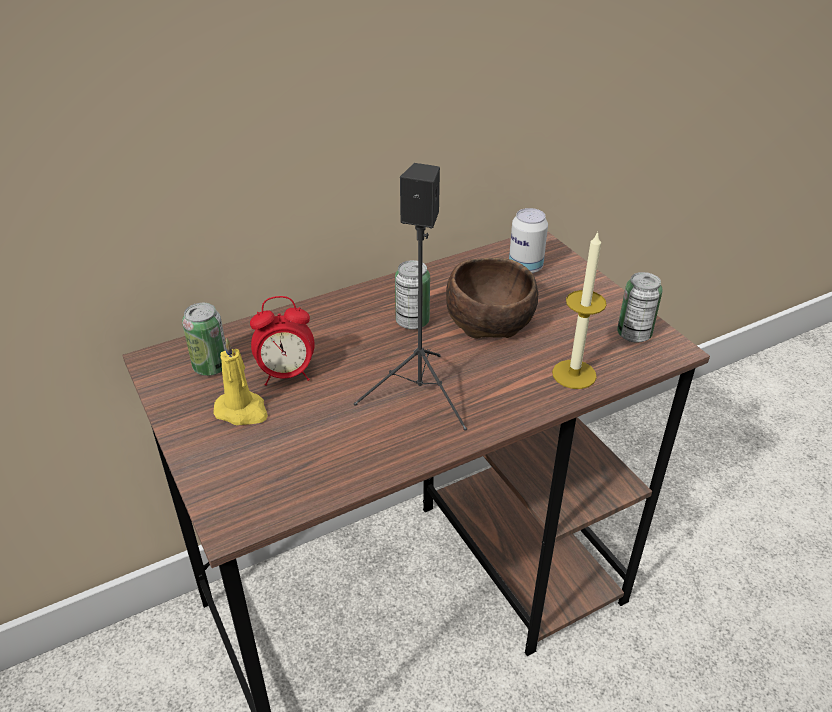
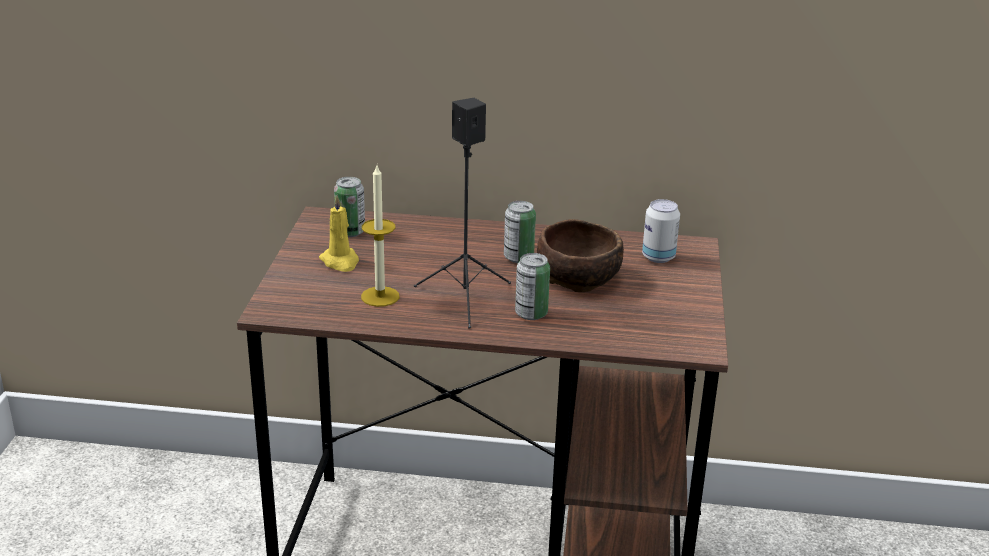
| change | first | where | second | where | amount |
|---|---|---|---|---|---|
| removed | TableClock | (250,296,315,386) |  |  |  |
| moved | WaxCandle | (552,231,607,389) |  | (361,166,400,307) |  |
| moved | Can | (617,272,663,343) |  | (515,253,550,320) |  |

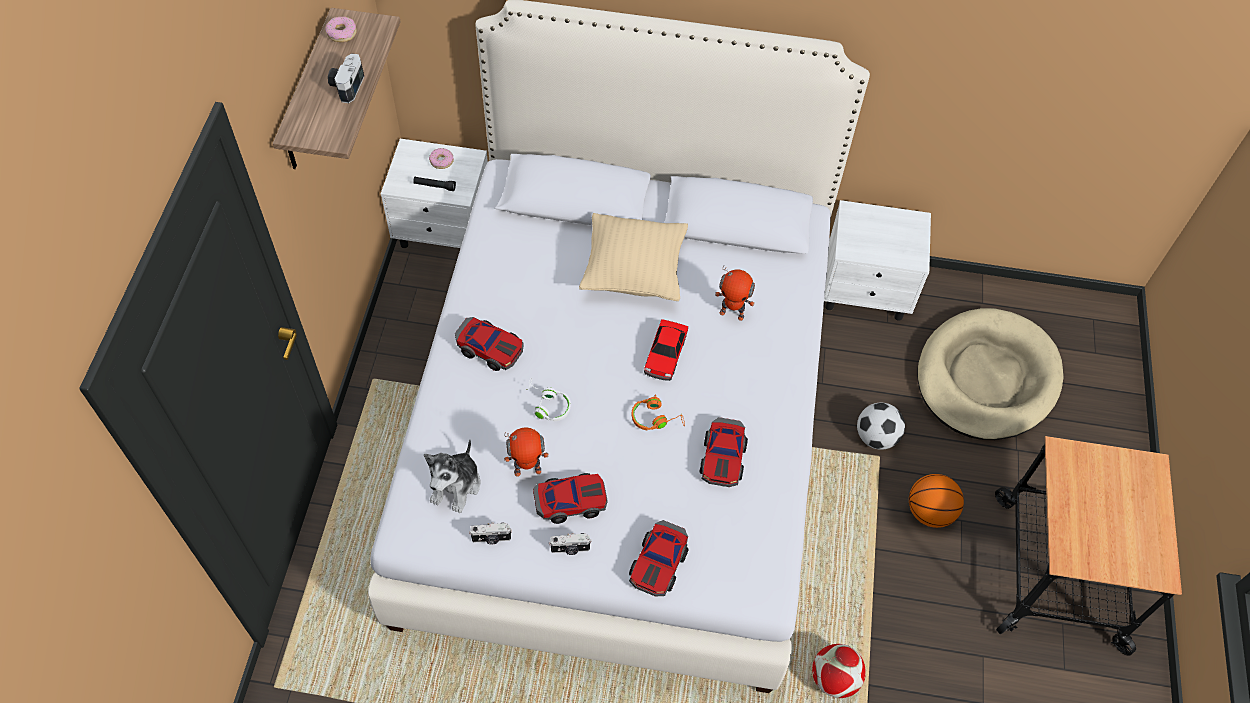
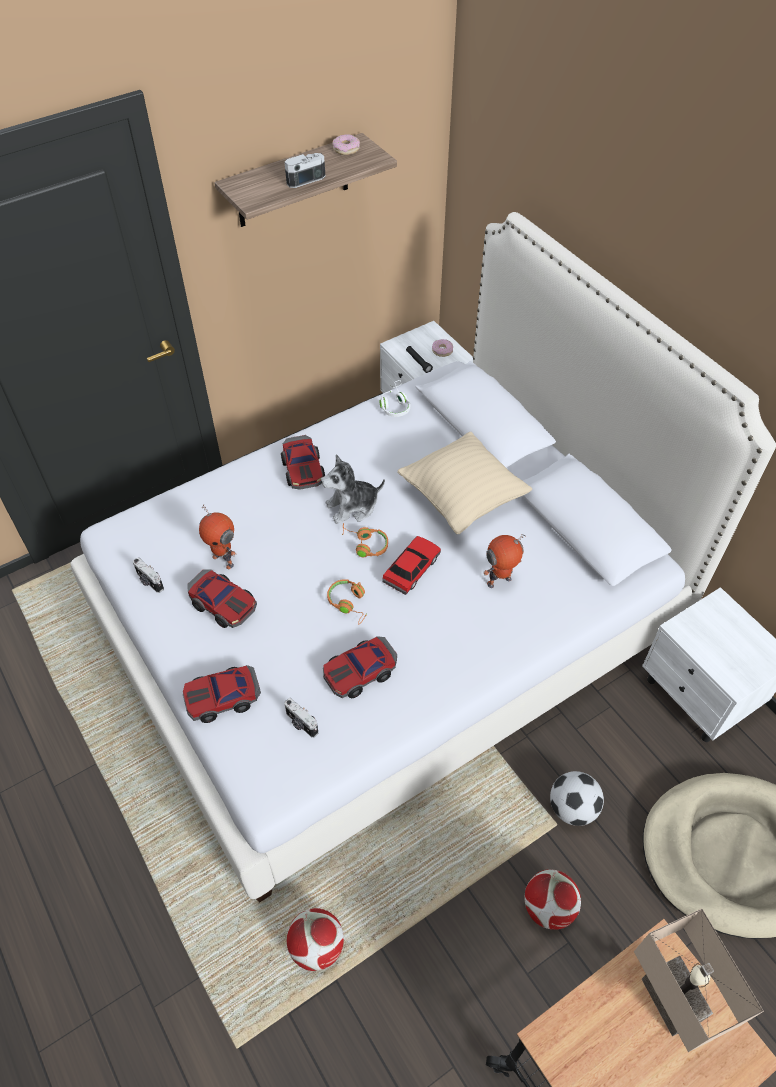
| change | first | where | second | where | amount |
|---|---|---|---|---|---|
| moved | SoftToy | (424,440,480,513) |  | (321,454,385,524) |  |
| moved | WhiteHeadset | (527,378,571,422) |  | (380,380,411,417) |  |
| moved | StillCamera | (549,533,592,555) |  | (284,698,318,738) |  |
| turned | MiniatureCar | (644,319,688,381) |  | (382,536,441,595) | 150 degrees clockwise |
| turned | RobotFigure | (715,265,755,321) |  | (483,534,526,588) | 90 degrees clockwise |
| replaced | BasketballBall | (909,474,964,528) | BallForFootball | (525,869,581,930) |  |
| added |  |  | OrangeHeadset | (342,523,388,557) |  |
| added |  |  | BeigeColouredLampForATable | (634,908,764,1052) |  |

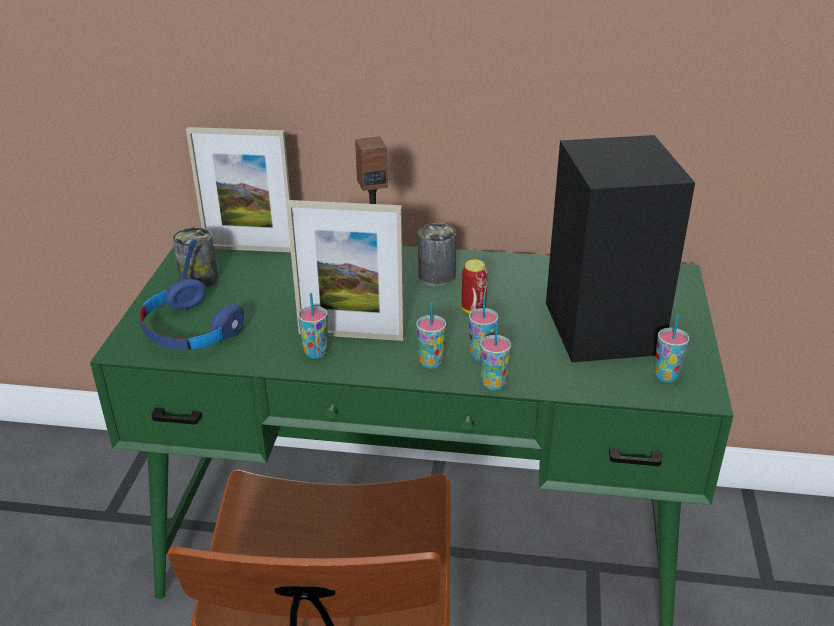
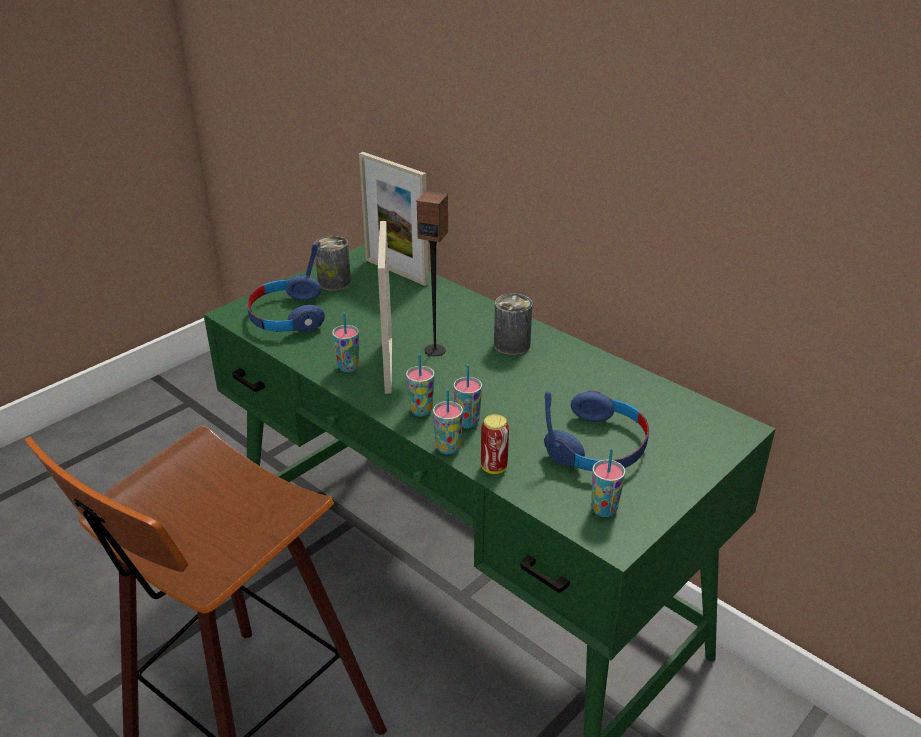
| change | first | where | second | where | amount |
|---|---|---|---|---|---|
| turned | PictureFrame | (286,200,404,341) |  | (378,221,392,394) | 135 degrees counterclockwise |
| moved | Can | (462,260,488,314) |  | (481,414,509,474) |  |
| replaced | BlackAudioSpeaker | (546,135,695,362) | BlueHeadset | (544,391,649,471) |  |

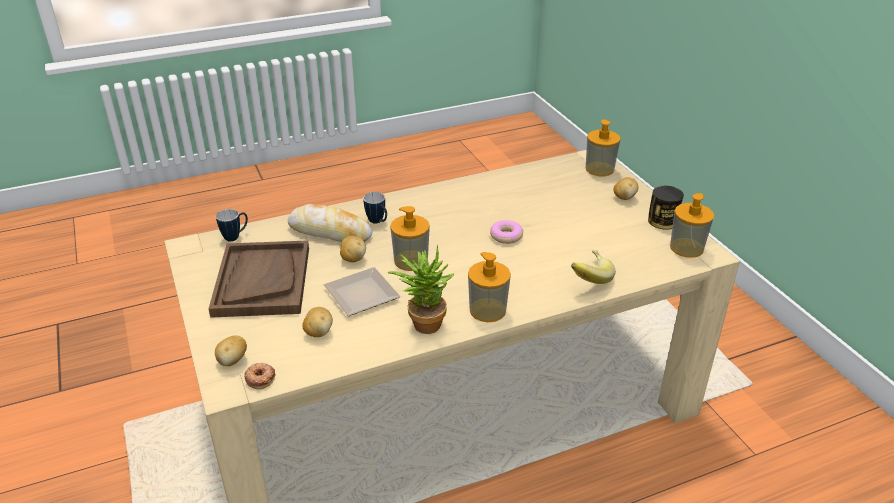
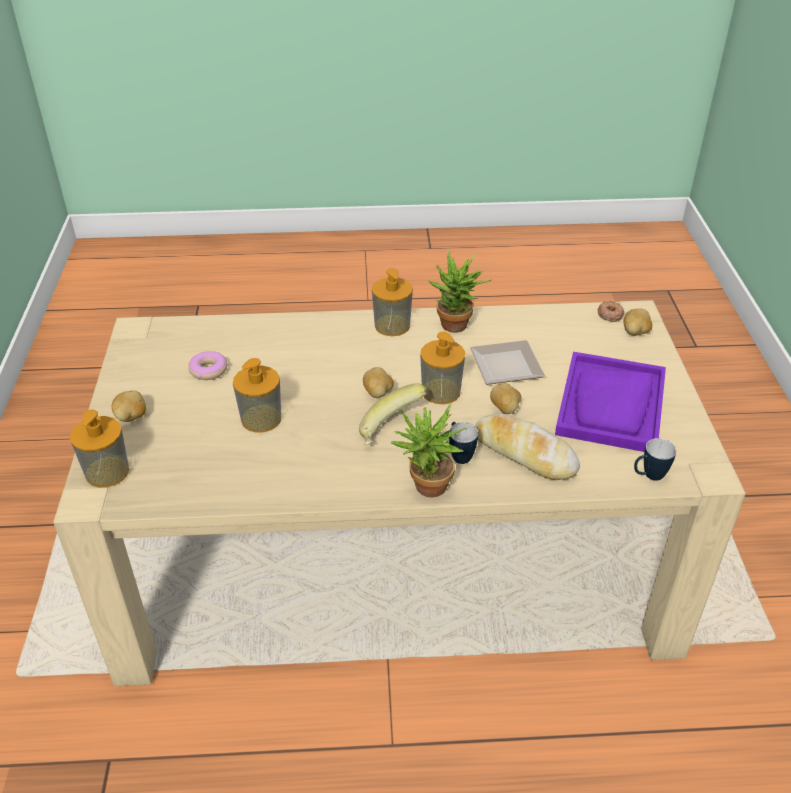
| change | first | where | second | where | amount |
|---|---|---|---|---|---|
| recoloured | BrownColouredServingTray | (208,240,309,318) | PurplishServingTray | (555,352,666,452) |  |
| moved | Spud | (302,307,333,337) |  | (363,367,394,398) |  |
| moved | Doughnut | (490,220,523,244) |  | (188,351,228,380) |  |
| moved | WholeBanana | (571,250,616,284) |  | (359,383,428,445) |  |
| removed | Can | (648,186,684,230) |  |  |  |
| moved | SoapDispenser | (670,193,714,258) |  | (233,358,281,433) |  |
| added |  |  | Houseplant | (390,404,469,497) |  |

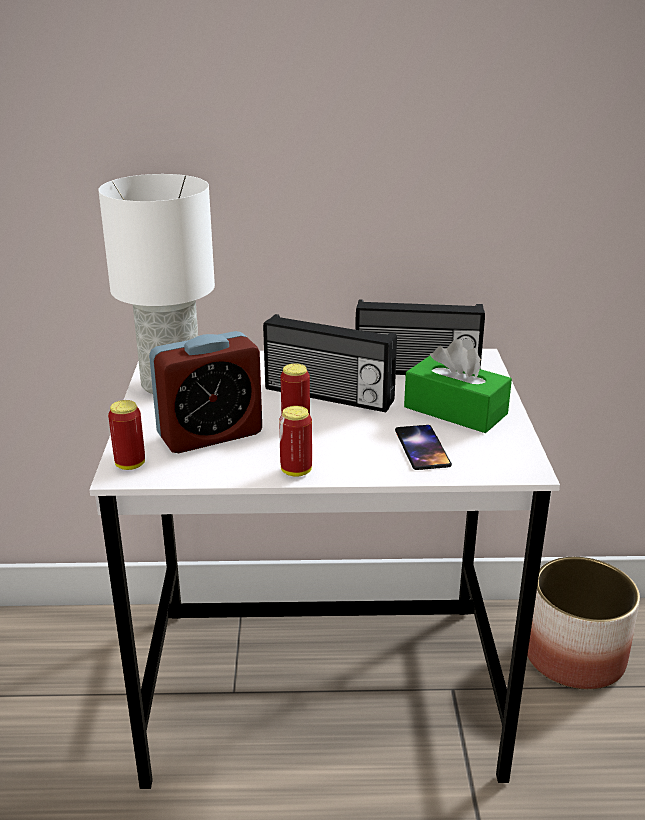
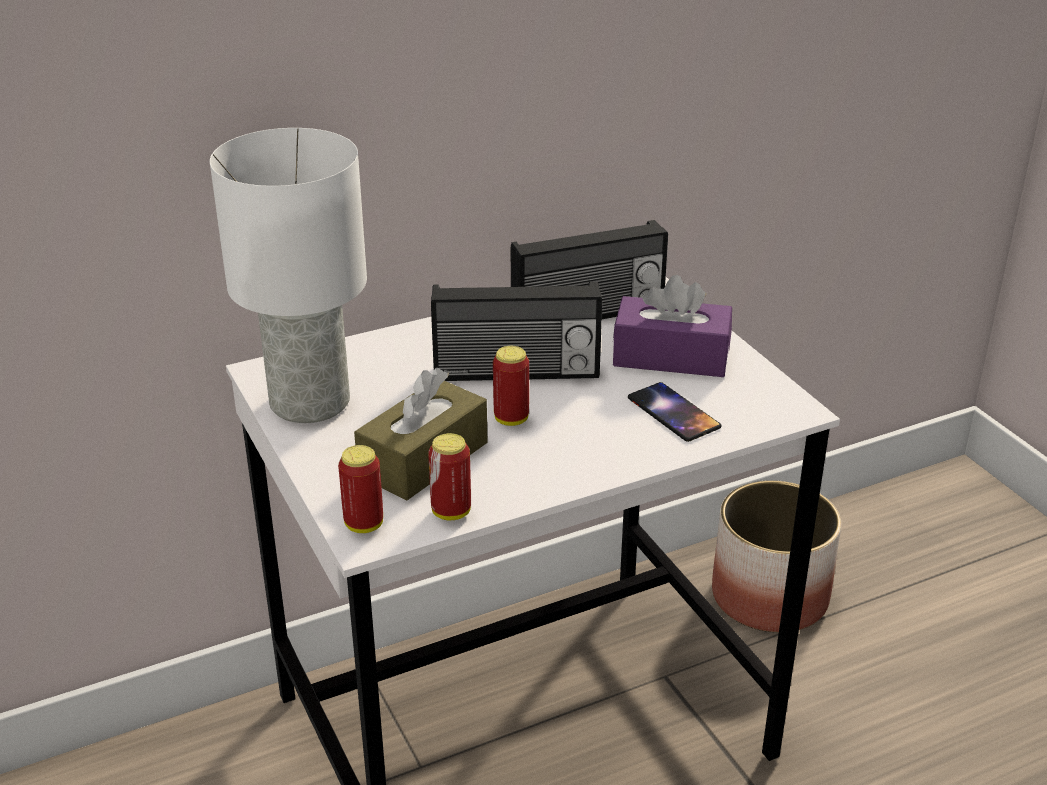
| change | first | where | second | where | amount |
|---|---|---|---|---|---|
| replaced | TableClock | (149,331,262,453) | BrownColouredTissueBox | (354,368,487,501) |  |
| moved | Can | (279,406,312,477) |  | (428,433,471,520) |  |
| recoloured | GreenTissueBox | (404,339,512,433) | PurplishTissueBox | (613,275,732,377) |  |

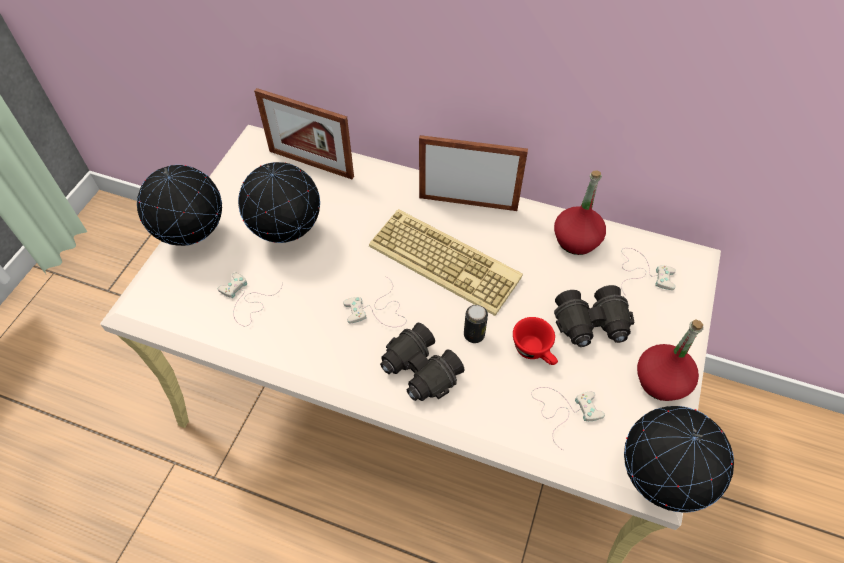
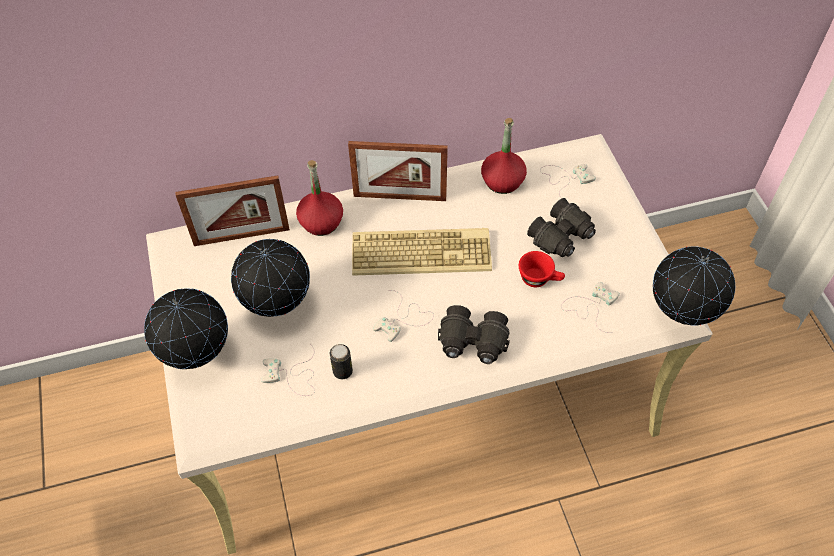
| change | first | where | second | where | amount |
|---|---|---|---|---|---|
| turned | PictureFrame | (419,135,528,211) |  | (348,141,448,201) | 150 degrees counterclockwise |
| moved | Can | (464,305,488,343) |  | (330,344,353,379) |  |
| moved | RedDrinkBottle | (637,320,704,401) |  | (296,160,343,236) |  |

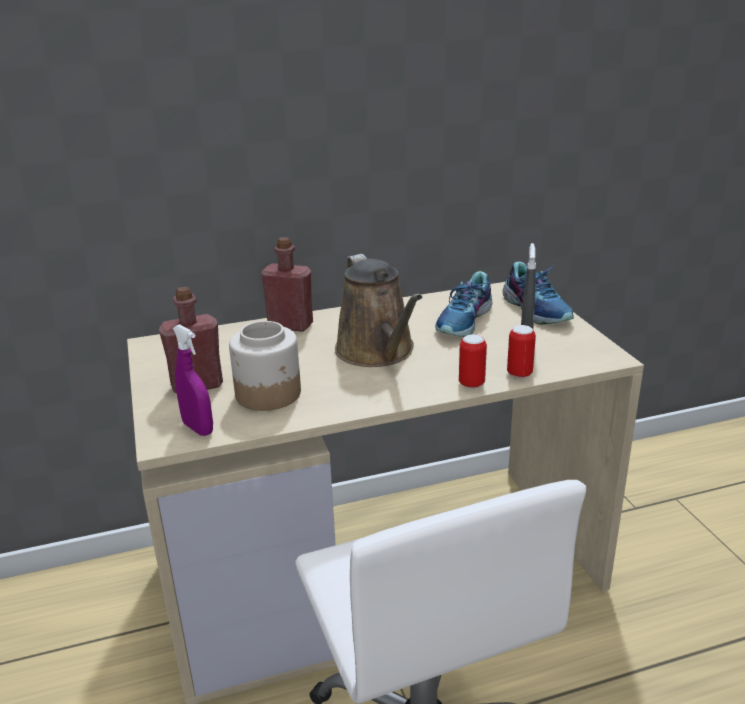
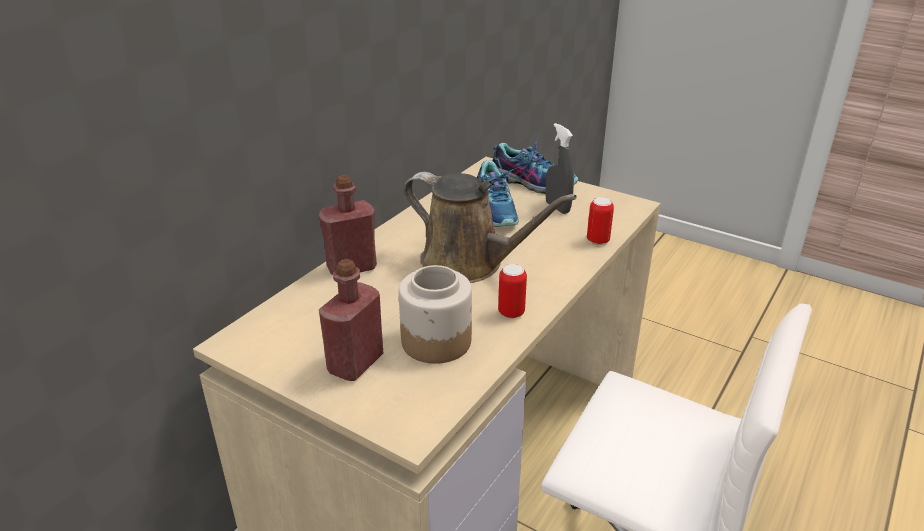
| change | first | where | second | where | amount |
|---|---|---|---|---|---|
| removed | PurplishSprayer | (172,324,213,436) |  |  |  |
| moved | Can | (459,334,487,388) |  | (498,264,527,318) |  |

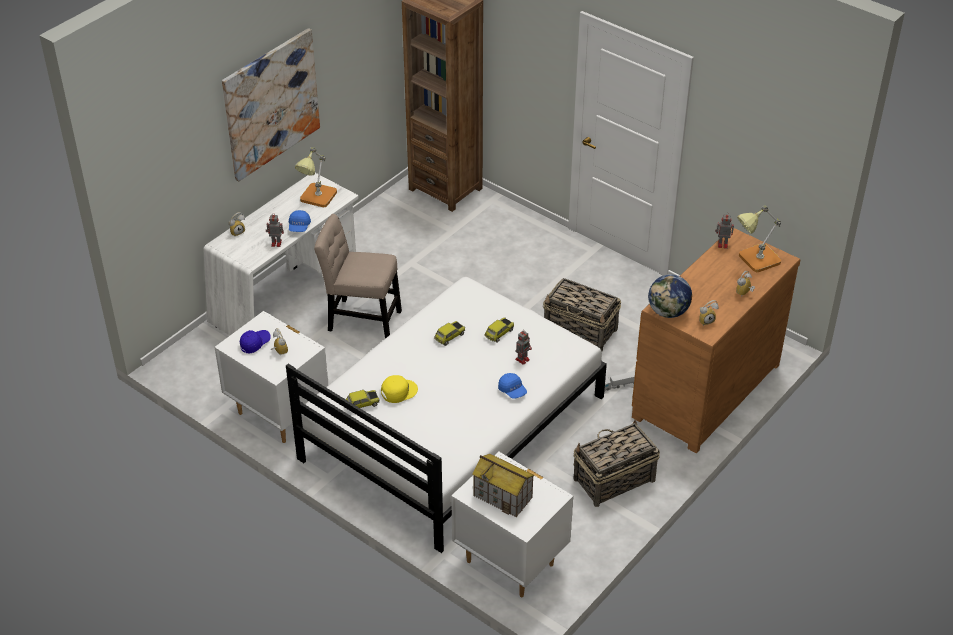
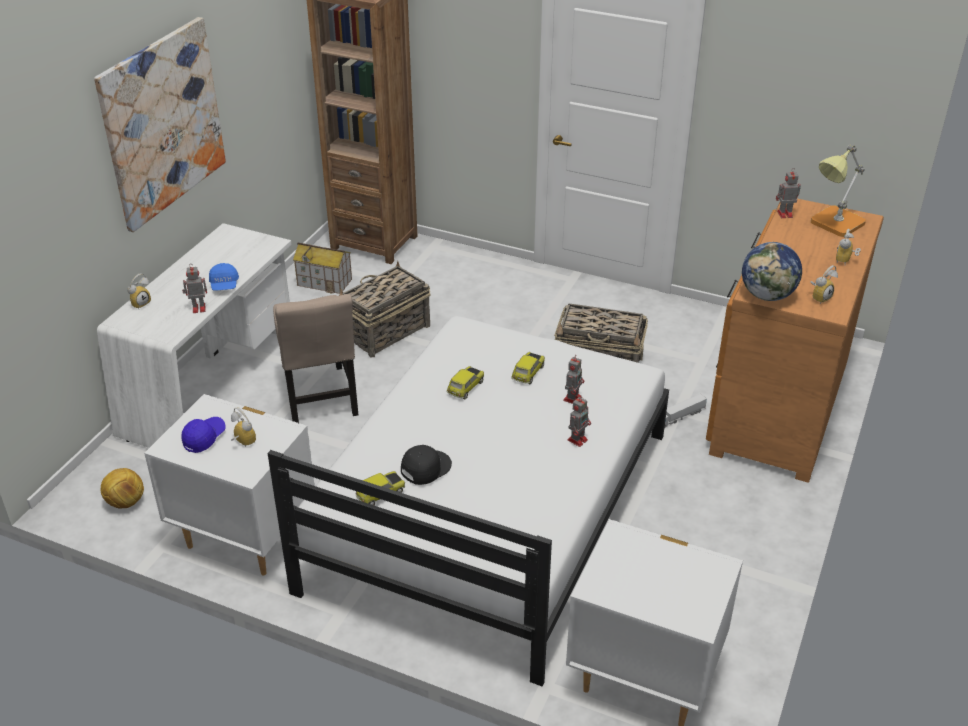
| change | first | where | second | where | amount |
|---|---|---|---|---|---|
| removed | LampForATable | (295,147,337,207) |  |  |  |
| turned | BeigeColouredUprightChair | (314,214,402,339) |  | (273,294,358,423) | 105 degrees counterclockwise |
| recoloured | YellowColouredCap | (381,375,418,403) | BlackCap | (401,445,452,485) |  |
| moved | ToyHouse | (472,454,534,517) |  | (293,242,352,294) |  |
| replaced | BlueCap | (498,373,527,399) | RobotFigure | (567,395,591,447) |  |
| moved | HouseholdBasket | (573,420,660,507) |  | (339,261,431,357) |  |
| added |  |  | BallForFootball | (101,468,144,509) |  |

